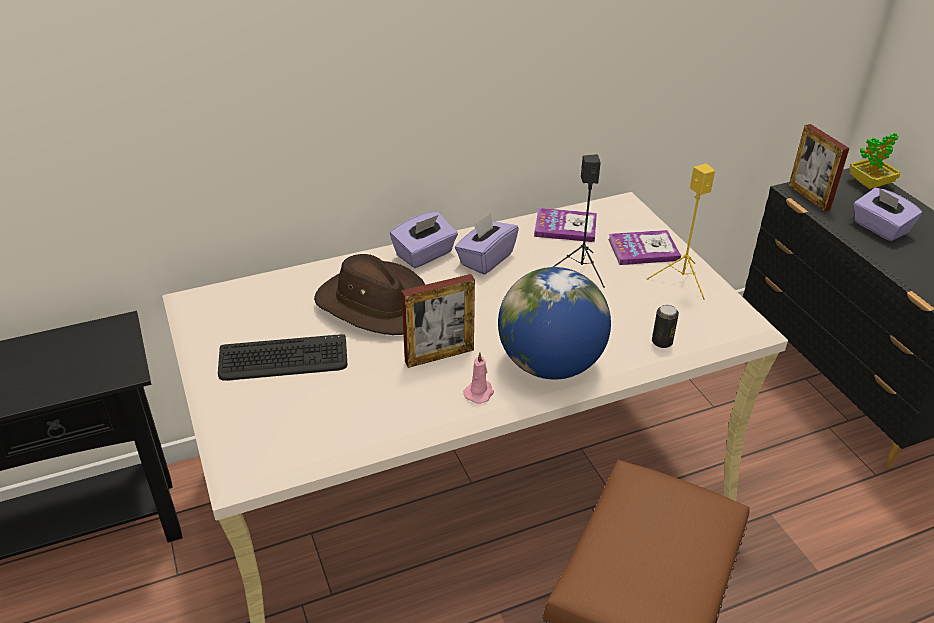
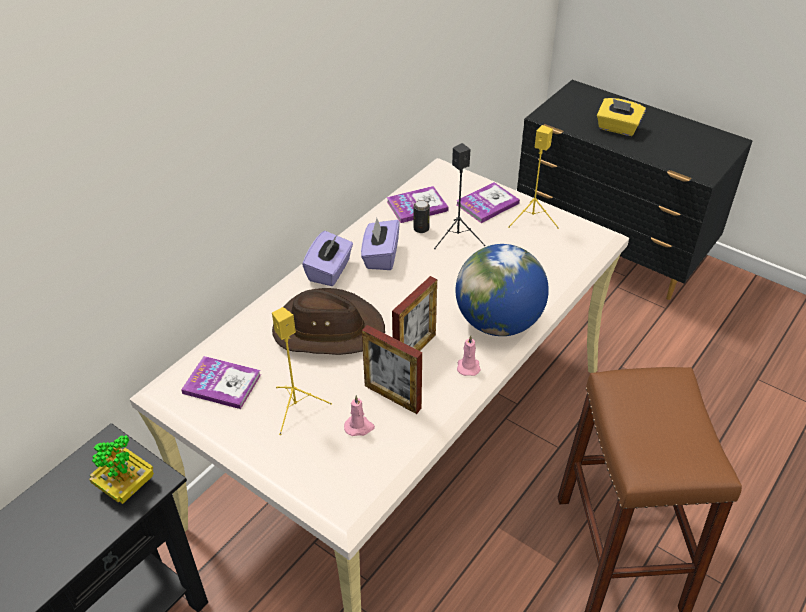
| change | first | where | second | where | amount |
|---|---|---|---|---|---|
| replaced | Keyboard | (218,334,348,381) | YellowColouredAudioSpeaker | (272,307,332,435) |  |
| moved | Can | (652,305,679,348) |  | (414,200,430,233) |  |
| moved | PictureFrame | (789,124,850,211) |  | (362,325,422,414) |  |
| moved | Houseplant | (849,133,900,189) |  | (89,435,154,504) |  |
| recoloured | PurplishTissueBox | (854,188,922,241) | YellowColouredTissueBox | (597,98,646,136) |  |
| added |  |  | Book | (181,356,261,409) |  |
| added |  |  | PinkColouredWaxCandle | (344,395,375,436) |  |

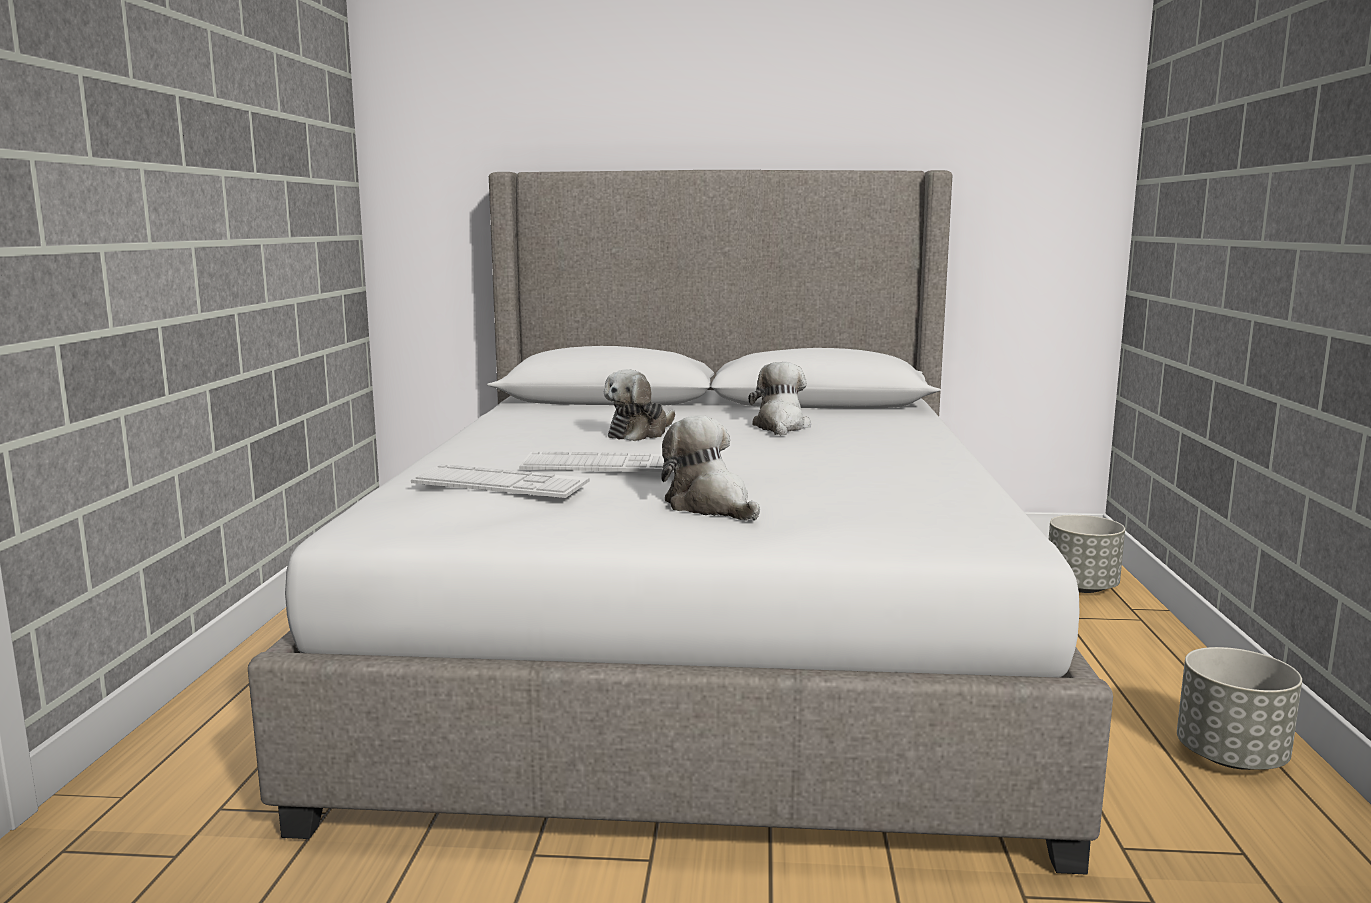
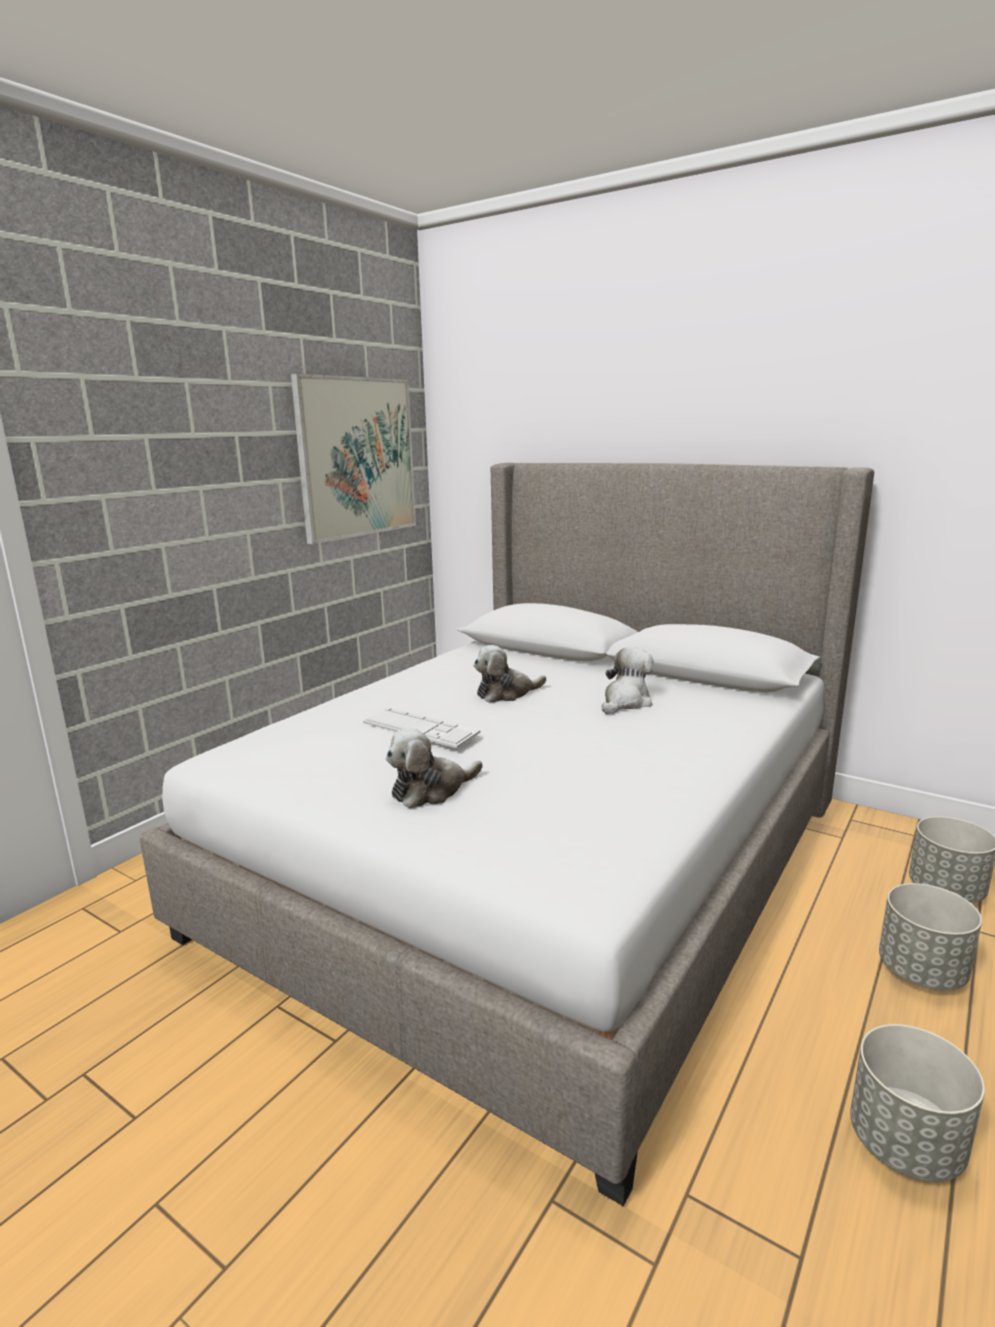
| change | first | where | second | where | amount |
|---|---|---|---|---|---|
| removed | Keyboard | (411,464,590,498) |  |  |  |
| turned | SoftToy | (661,415,760,520) |  | (385,728,483,808) | 120 degrees counterclockwise |
| added |  |  | WallPicture | (291,373,416,544) |  |
| added |  |  | GrayFlowerPot | (879,883,982,990) |  |

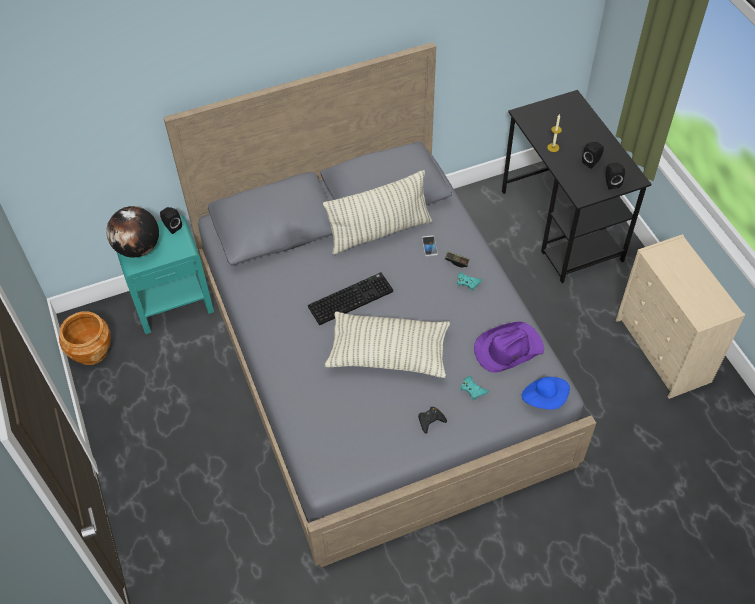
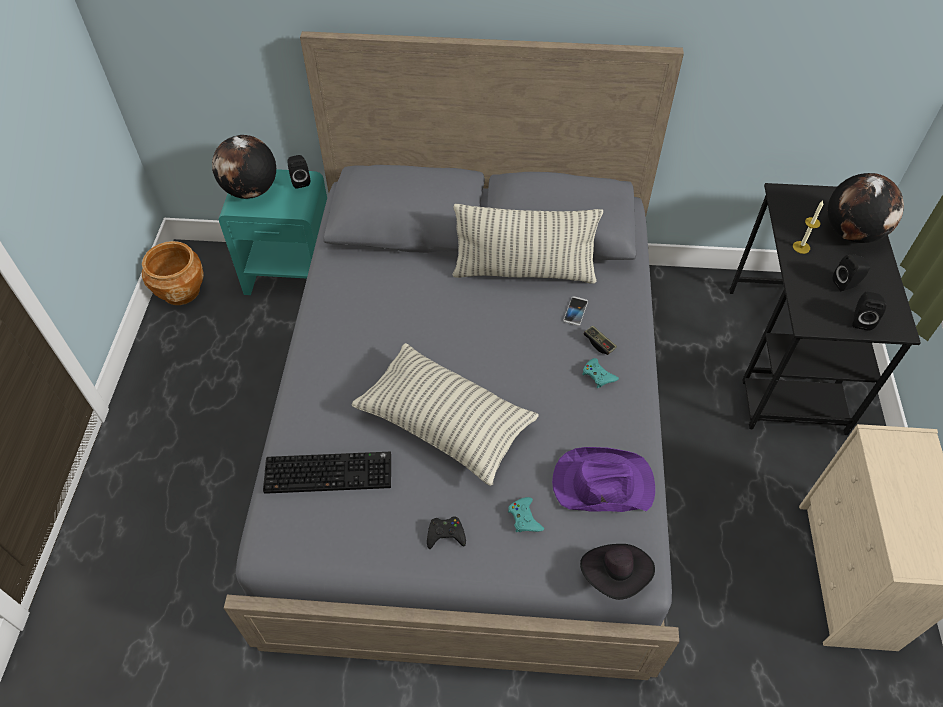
| change | first | where | second | where | amount |
|---|---|---|---|---|---|
| moved | Keyboard | (308,272,393,325) |  | (263,452,391,494) |  |
| recoloured | BlueHat | (522,377,570,410) | BlackHat | (580,544,655,600) |  |
| added |  |  | Globe | (828,173,904,243) |  |

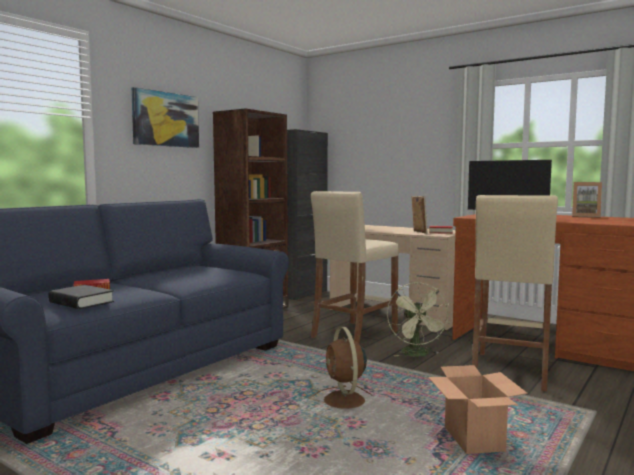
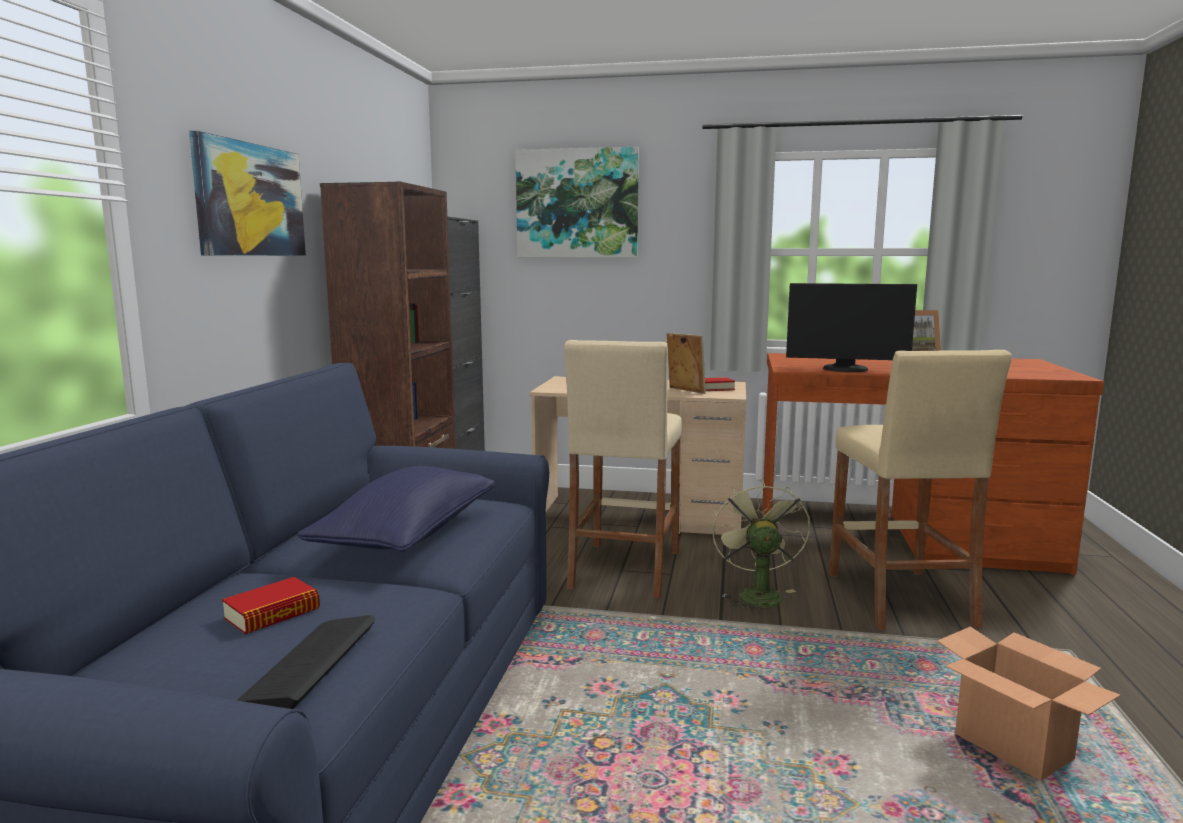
| change | first | where | second | where | amount |
|---|---|---|---|---|---|
| replaced | BlackBook | (48,285,114,309) | Keyboard | (237,615,376,709) |  |
| removed | BrownColouredElectricFan | (314,327,373,409) |  |  |  |
| turned | GreenElectricFan | (387,282,450,357) |  | (712,479,810,614) | 150 degrees counterclockwise |
| added |  |  | BluePillow | (297,466,495,552) |  |
| added |  |  | WallPicture | (515,147,639,258) |  |

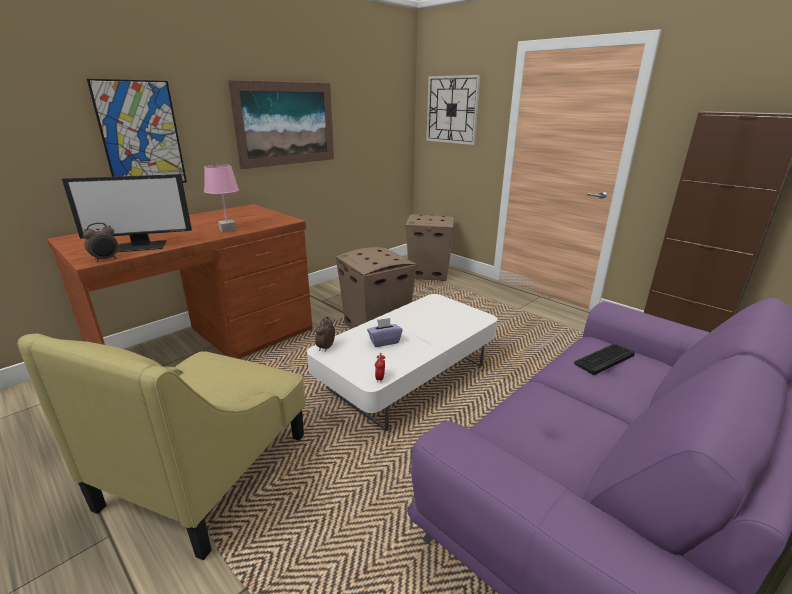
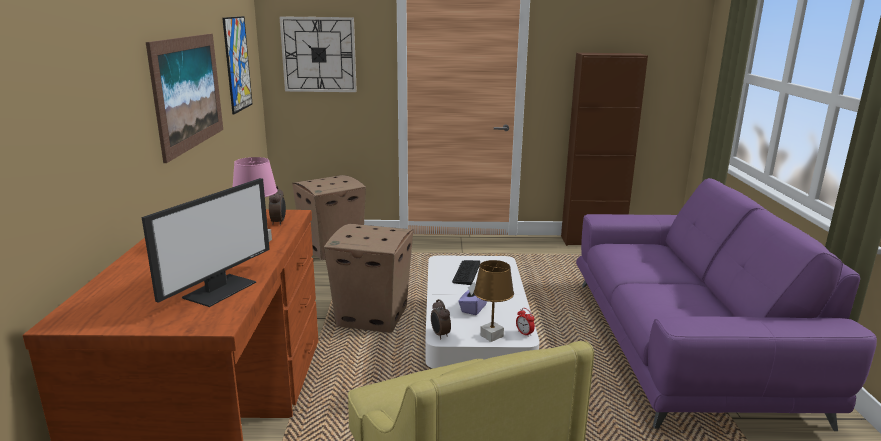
| change | first | where | second | where | amount |
|---|---|---|---|---|---|
| moved | TableClock | (83,222,118,262) |  | (269,186,286,225) |  |
| moved | WallPicture | (87,79,187,183) |  | (222,16,252,114) |  |
| moved | Keyboard | (574,344,635,375) |  | (452,260,480,285) |  |
| added |  |  | BrownColouredLampForATable | (474,260,514,342) |  |

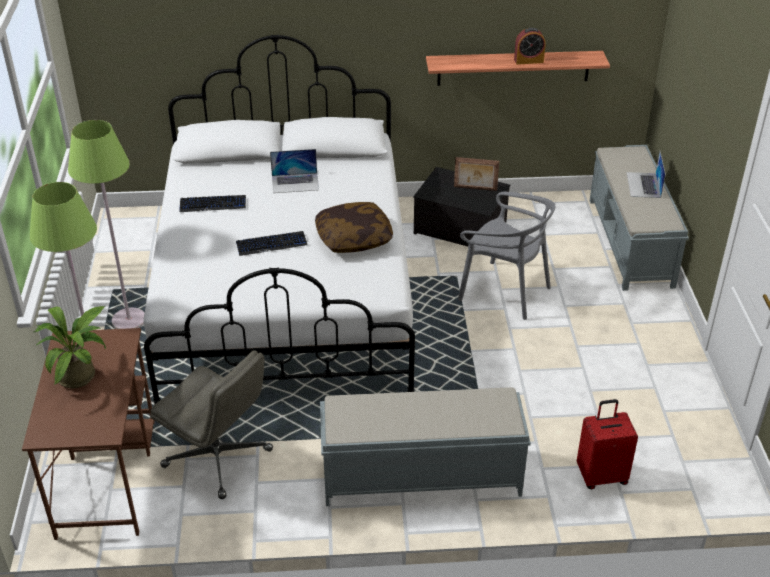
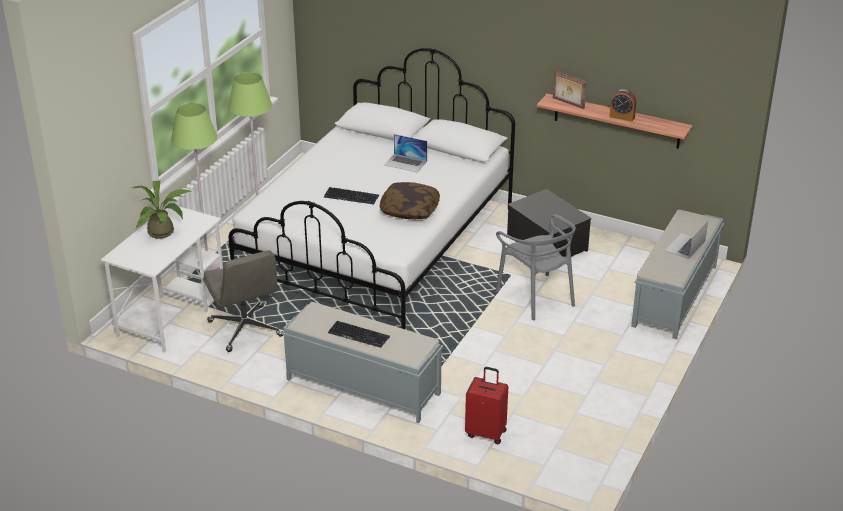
| change | first | where | second | where | amount |
|---|---|---|---|---|---|
| recoloured | BrownColouredDeskUnit | (22,328,155,540) | WhiteDeskUnit | (101,207,223,353) |  |
| moved | Keyboard | (179,195,246,212) |  | (328,321,390,348) |  |
| moved | PictureFrame | (454,157,499,191) |  | (553,71,587,109) |  |

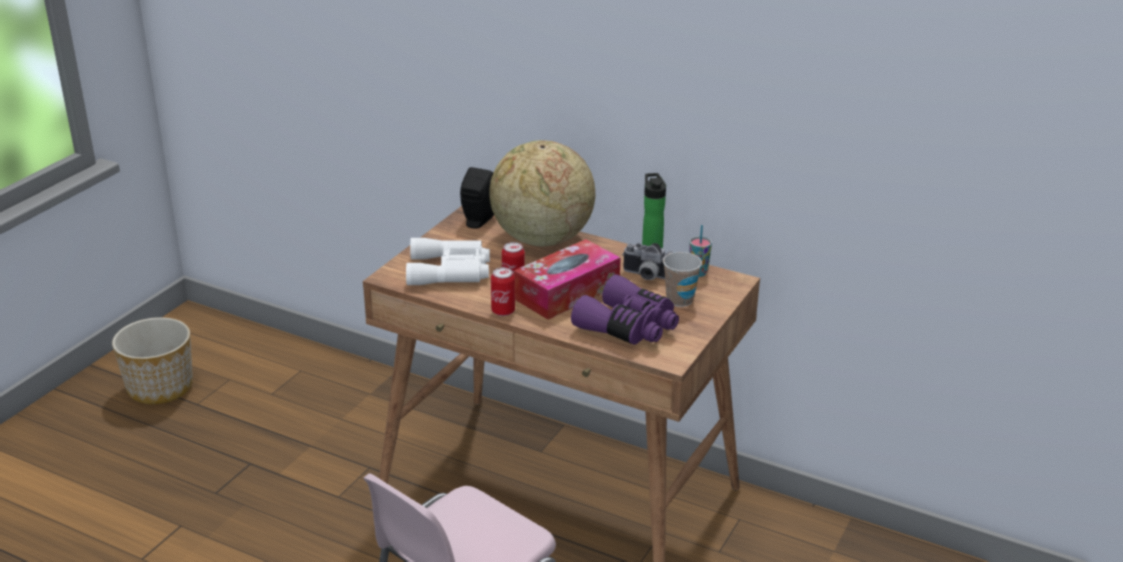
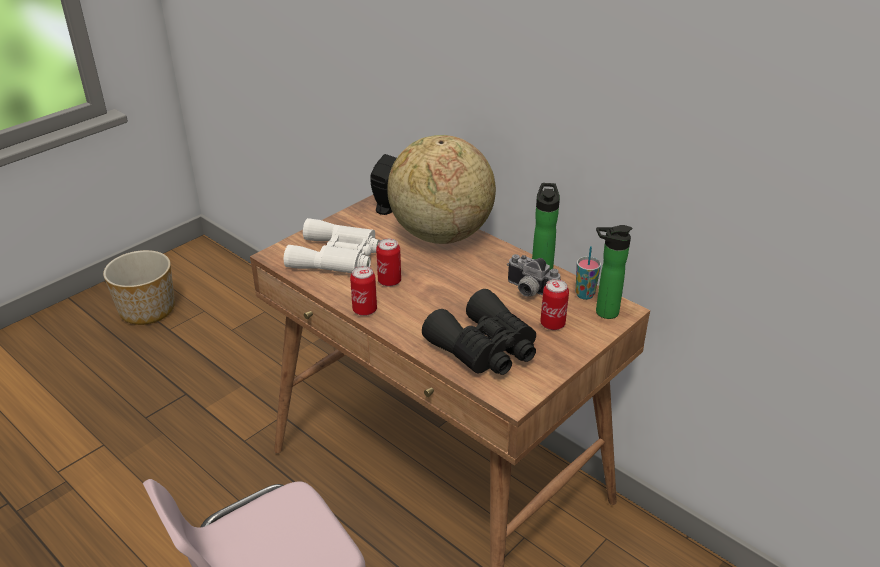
| change | first | where | second | where | amount |
|---|---|---|---|---|---|
| removed | TissueBox | (514,239,621,320) |  |  |  |
| recoloured | PurplishFieldGlasses | (571,275,679,345) | BlackFieldGlasses | (422,289,536,375) |  |
| replaced | SmallCup | (663,252,702,307) | Can | (540,279,569,330) |  |
| added |  |  | DrinkBottle | (596,225,632,319) |  |

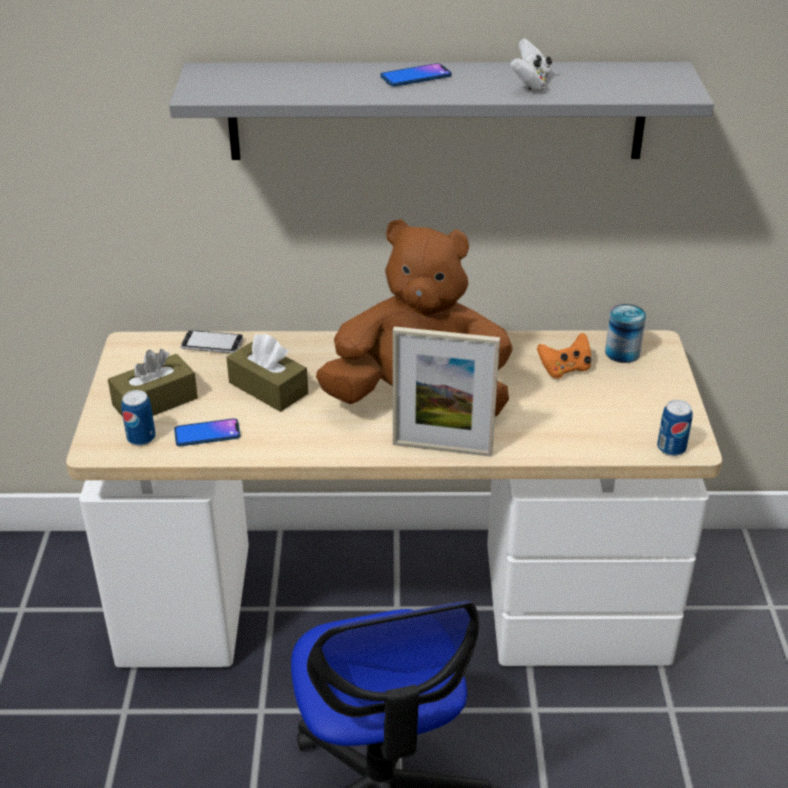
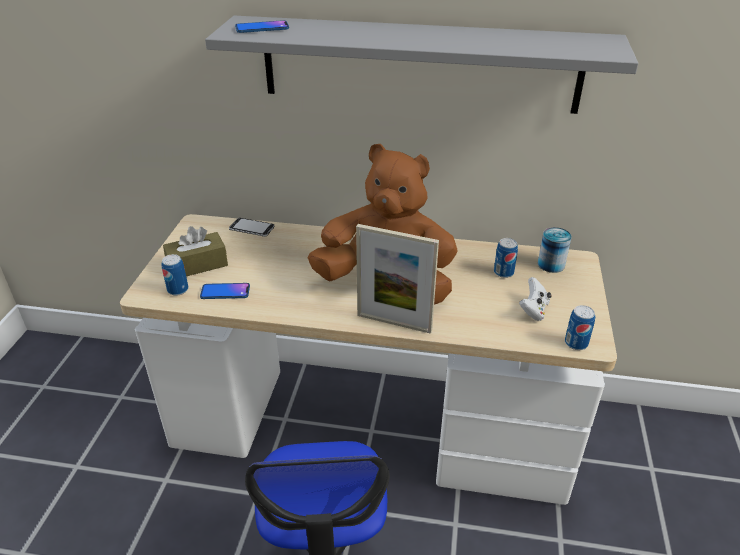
| change | first | where | second | where | amount |
|---|---|---|---|---|---|
| removed | BrownColouredTissueBox | (226,334,308,412) |  |  |  |
| moved | Telephone | (380,63,452,87) |  | (235,20,289,33) |  |
| moved | WhiteGameController | (510,38,552,91) |  | (519,277,552,321) |  |
| replaced | OrangeGameController | (537,333,591,379) | Can | (494,238,518,278) |  |

